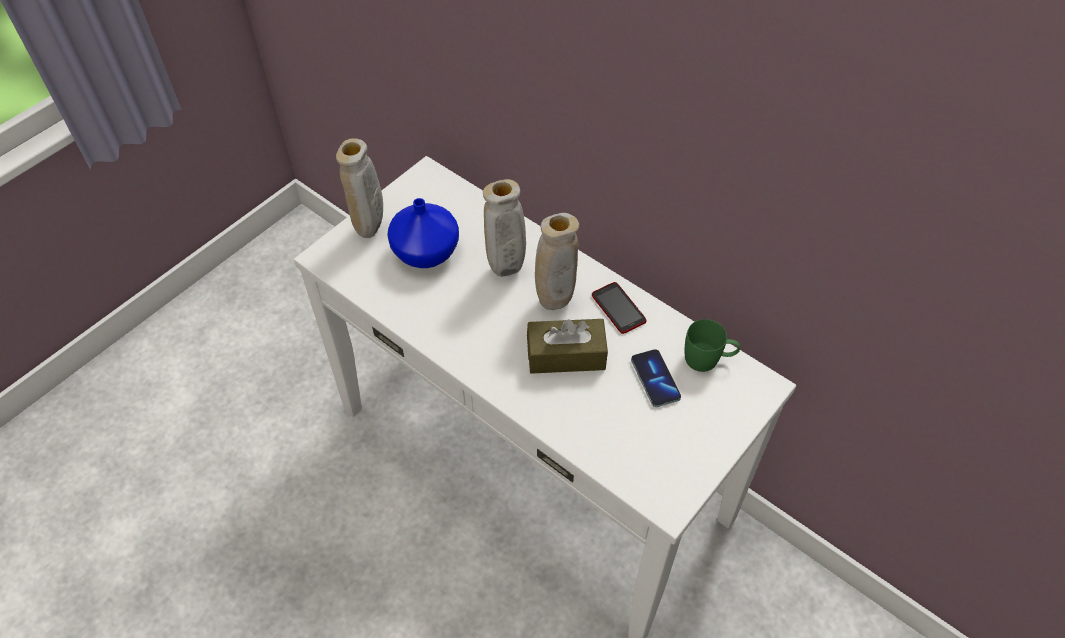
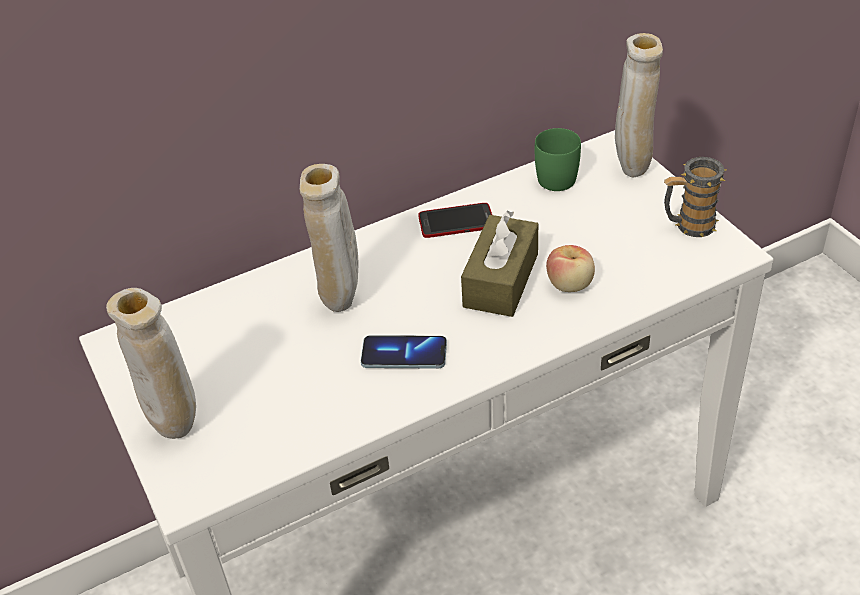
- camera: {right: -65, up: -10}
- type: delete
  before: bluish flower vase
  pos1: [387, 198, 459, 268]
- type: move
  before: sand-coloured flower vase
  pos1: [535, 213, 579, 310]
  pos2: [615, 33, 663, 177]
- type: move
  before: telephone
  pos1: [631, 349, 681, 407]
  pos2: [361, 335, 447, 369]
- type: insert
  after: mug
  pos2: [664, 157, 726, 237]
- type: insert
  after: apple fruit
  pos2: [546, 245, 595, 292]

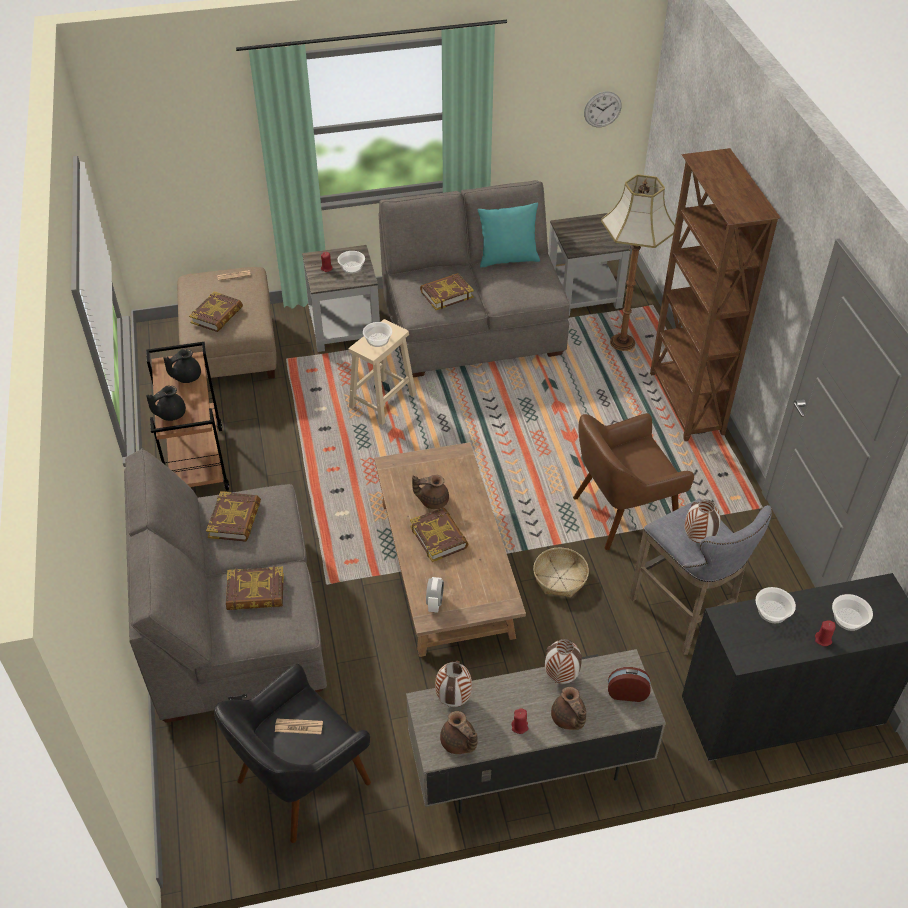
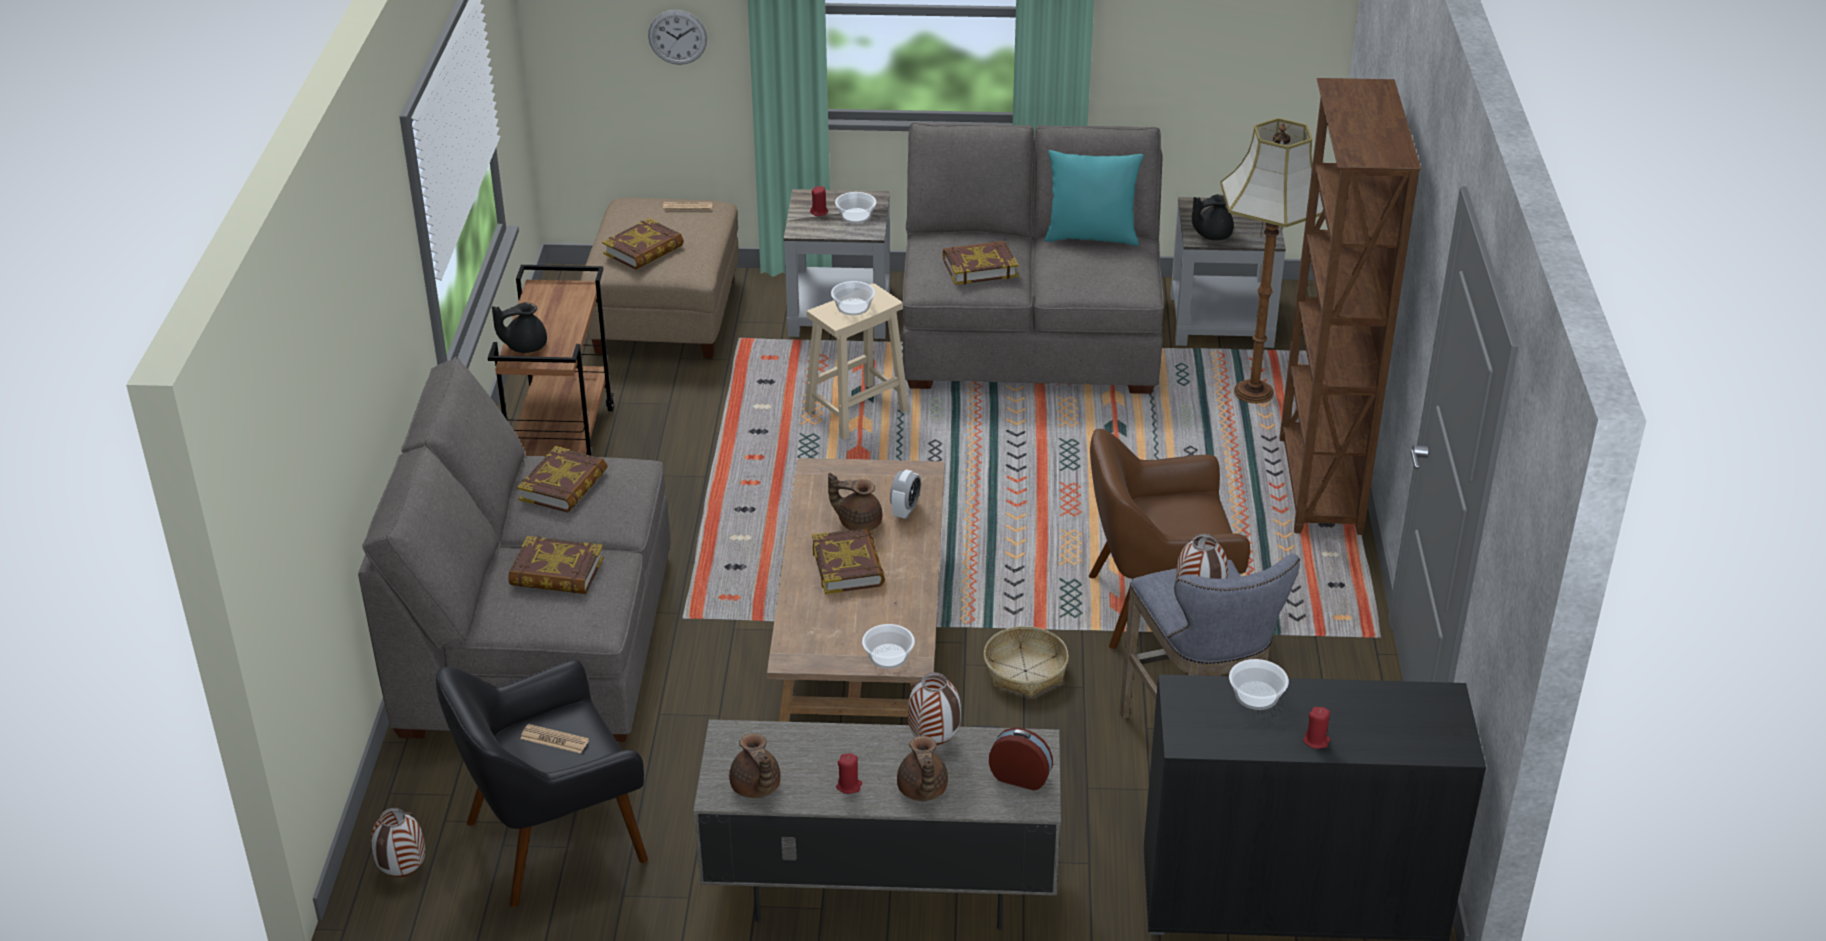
- camera: {right: 15, up: -10}
- type: move
  before: clock on the wall
  pos1: [584, 91, 622, 127]
  pos2: [648, 10, 707, 65]
- type: move
  before: blackish pot for tea
  pos1: [163, 349, 201, 383]
  pos2: [1192, 194, 1234, 240]
- type: move
  before: table clock
  pos1: [426, 577, 444, 613]
  pos2: [890, 469, 921, 519]
- type: move
  before: bowl
  pos1: [832, 594, 873, 631]
  pos2: [862, 624, 915, 669]
- type: move
  before: flower vase
  pos1: [435, 661, 472, 707]
  pos2: [371, 808, 425, 877]

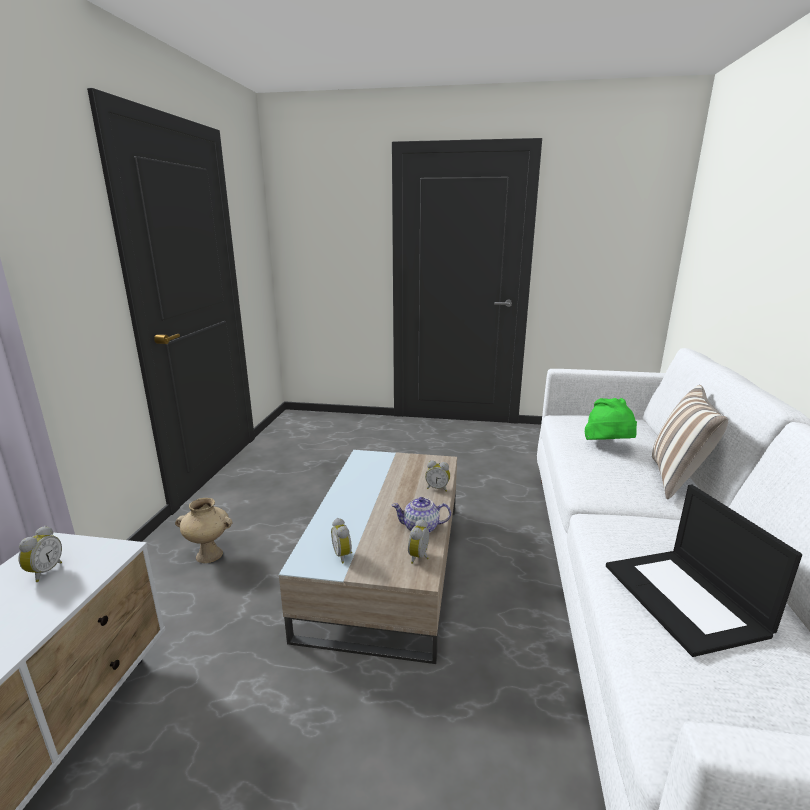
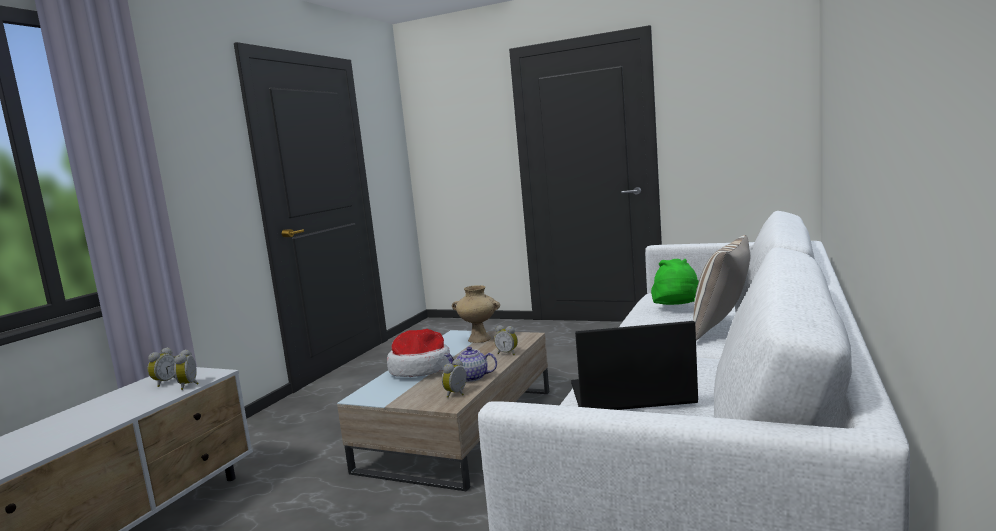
- camera: {right: 15, up: -10}
- type: rotate
  before: portable computer
  pos1: [606, 485, 802, 657]
  pos2: [571, 321, 698, 410]
  turn: 90
- type: move
  before: sand-coloured flower vase
  pos1: [175, 498, 232, 563]
  pos2: [452, 285, 500, 343]
- type: move
  before: table clock
  pos1: [331, 518, 352, 563]
  pos2: [174, 349, 199, 390]
- type: insert
  after: wearable hat
  pos2: [387, 329, 450, 377]

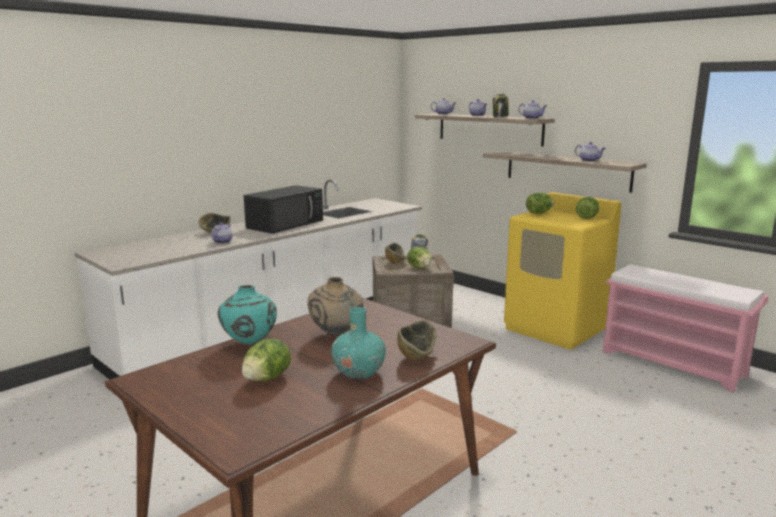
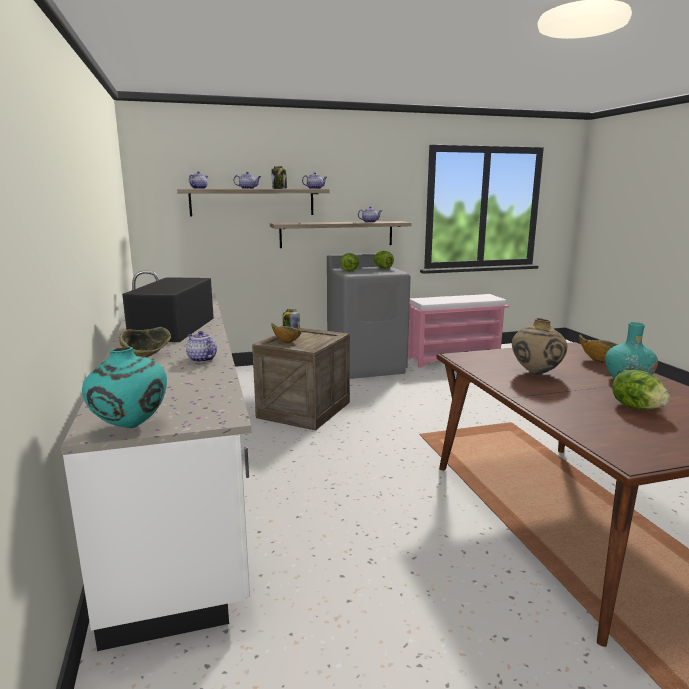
- camera: {right: -60, up: 0}
- type: rotate
  before: blackish microwave
  pos1: [244, 185, 323, 234]
  pos2: [122, 277, 214, 342]
  turn: -150
- type: recolor
  before: yellow-coloured washing machine
  after: gray washing machine
  pos1: [504, 192, 622, 350]
  pos2: [327, 253, 411, 379]
- type: delete
  before: head of lettuce
  pos1: [407, 247, 431, 269]
- type: move
  before: turquoise flower vase
  pos1: [217, 285, 277, 345]
  pos2: [82, 347, 167, 428]

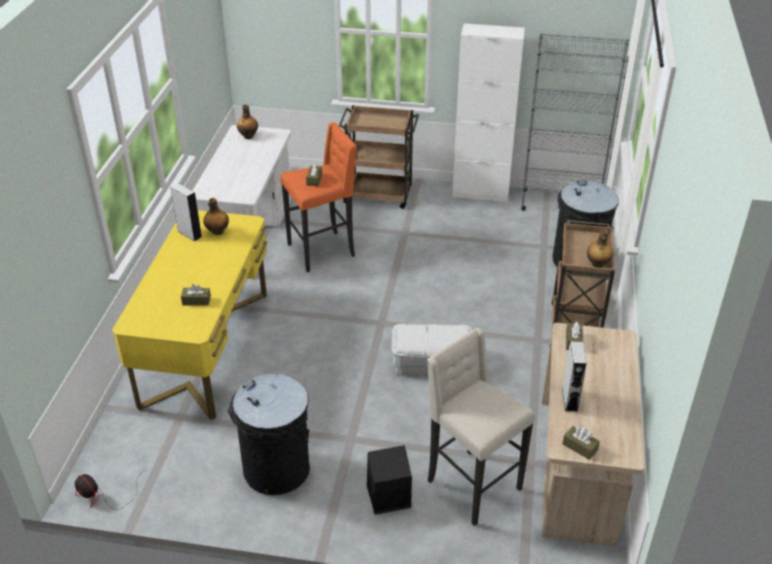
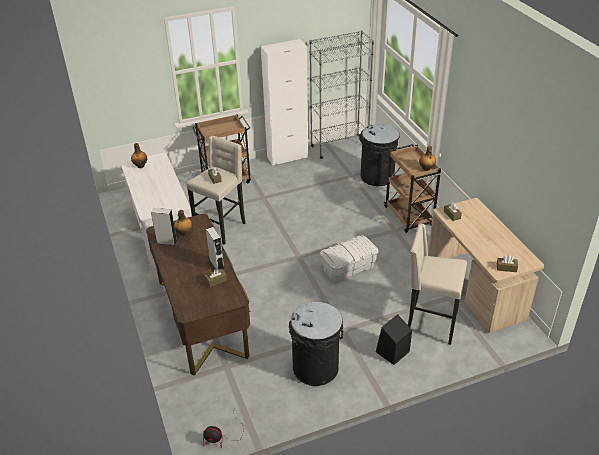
- camera: {right: -30, up: 0}
- type: recolor
  before: orangey stool
  after: sand-coloured stool
  pos1: [281, 122, 357, 272]
  pos2: [187, 136, 246, 245]
- type: recolor
  before: yellow-coloured desk
  after: brownish desk
  pos1: [112, 210, 267, 420]
  pos2: [146, 214, 250, 376]
- type: move
  before: gray audio speaker
  pos1: [562, 341, 587, 412]
  pos2: [206, 227, 225, 270]

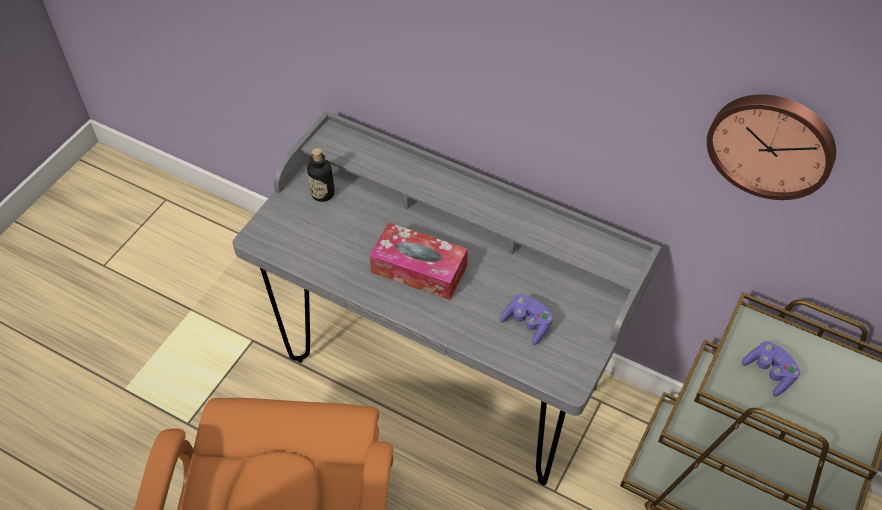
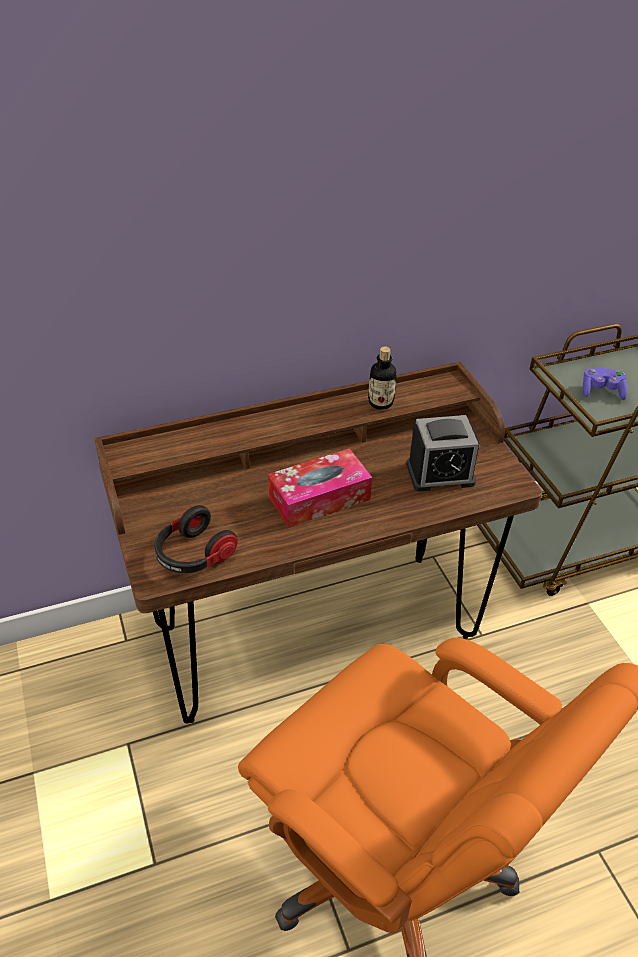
- camera: {right: -50, up: -10}
- type: delete
  before: clock on the wall
  pos1: [707, 94, 836, 200]
- type: recolor
  before: gray desk
  after: brownish desk
  pos1: [232, 110, 661, 485]
  pos2: [94, 361, 542, 724]
- type: move
  before: beverage bottle
  pos1: [307, 148, 335, 202]
  pos2: [368, 347, 397, 410]
- type: replace
  before: purple-coloured joypad
  after: table clock
  pos1: [500, 294, 553, 345]
  pos2: [406, 415, 480, 492]
- type: insert
  after: pair of headphones
  pos2: [155, 505, 238, 573]

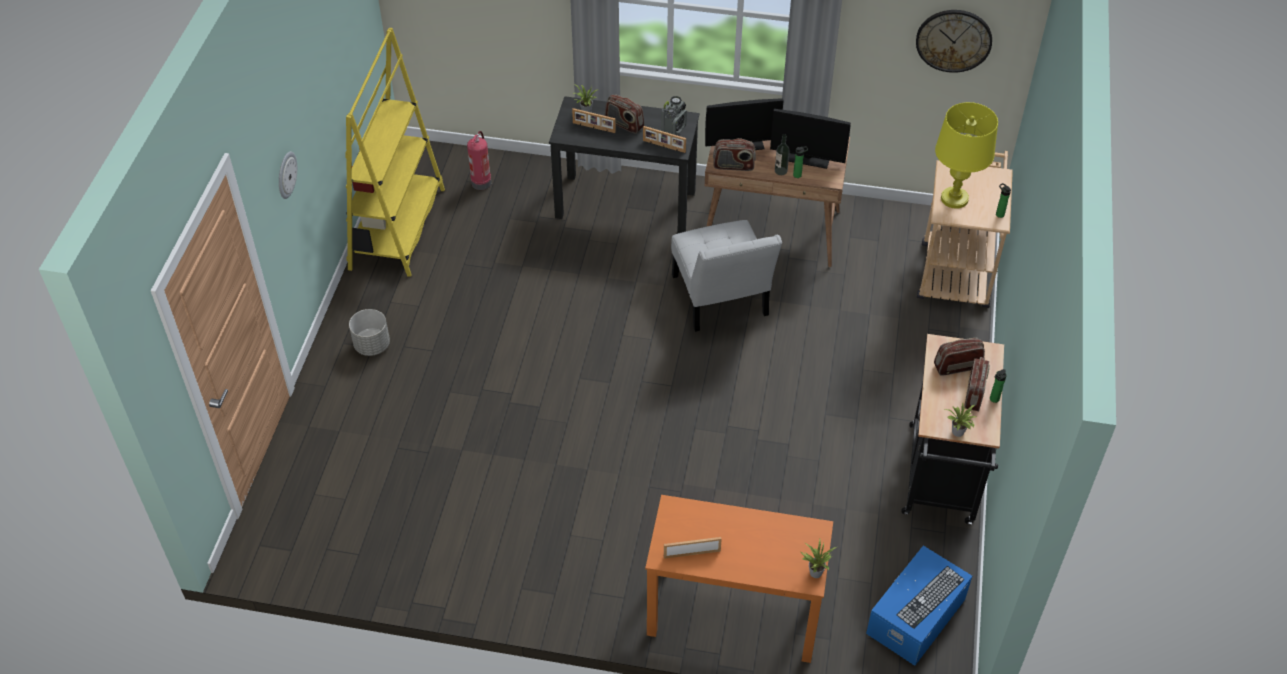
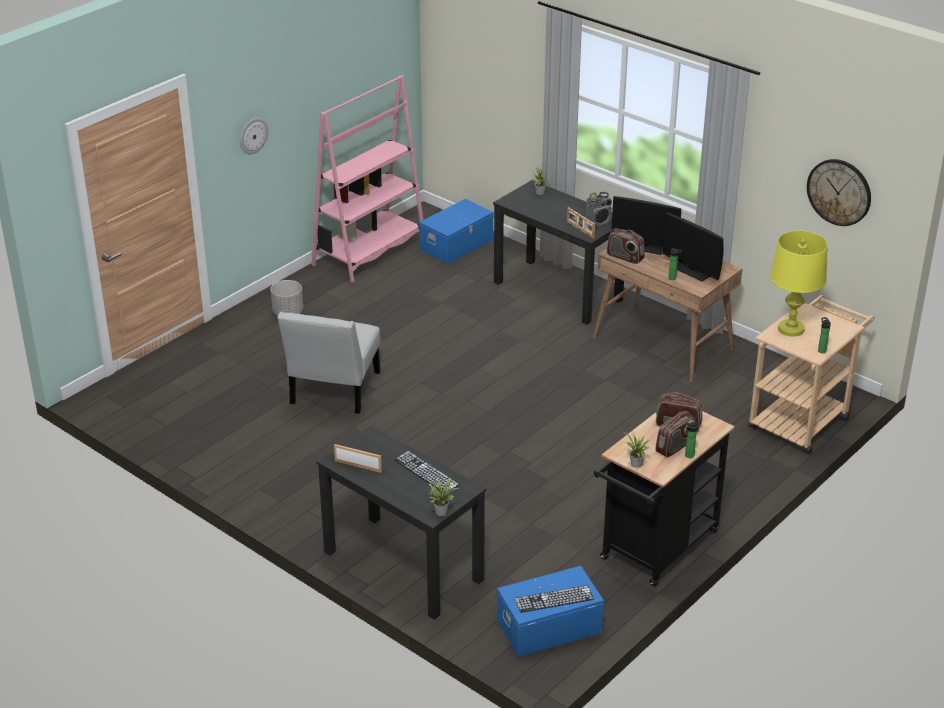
- camera: {right: 30, up: -15}
- type: recolor
  before: yellow-coloured bookshelf
  after: pink bookshelf
  pos1: [345, 28, 445, 276]
  pos2: [311, 75, 423, 283]
- type: delete
  before: radio set
  pos1: [605, 94, 644, 134]
- type: delete
  before: photo frame
  pos1: [572, 108, 616, 133]
- type: replace
  before: fire extinguisher
  after: bluish storage box
  pos1: [467, 131, 491, 190]
  pos2: [419, 199, 494, 264]
- type: delete
  before: beverage bottle
  pos1: [775, 134, 789, 175]
- type: move
  before: white-coloured chair
  pos1: [671, 220, 782, 332]
  pos2: [277, 311, 380, 414]
- type: recolor
  before: orangey desk
  after: blackish desk
  pos1: [645, 495, 833, 663]
  pos2: [316, 425, 487, 620]
- type: insert
  after: PC keyboard
  pos2: [394, 451, 460, 492]

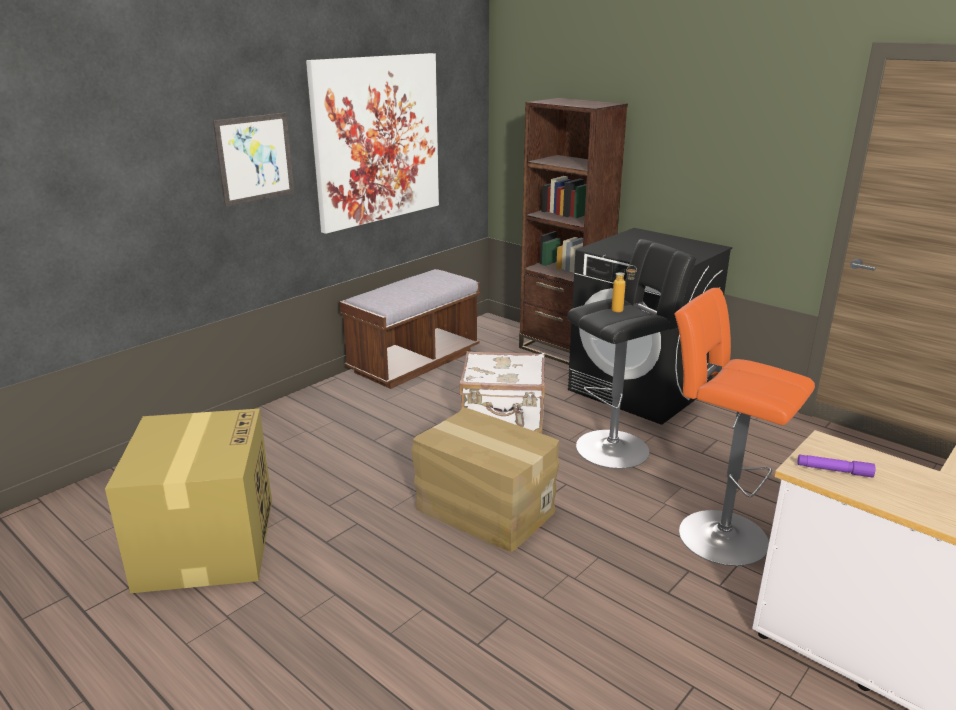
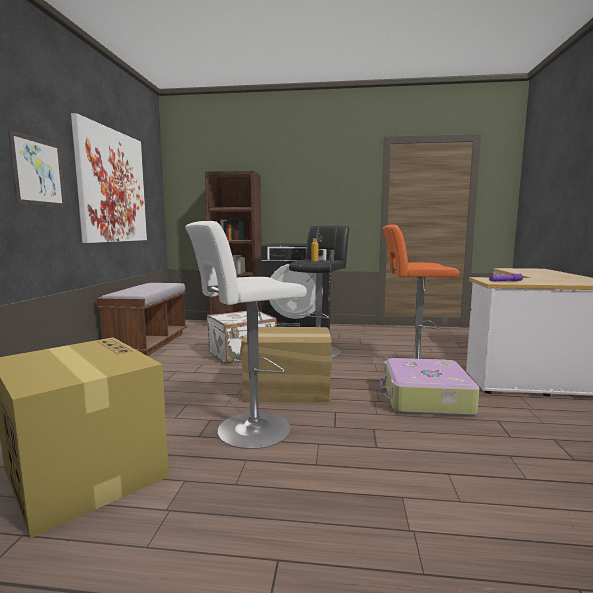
- camera: {right: -35, up: -15}
- type: insert
  after: white-coloured stool
  pos2: [185, 221, 307, 449]
- type: insert
  after: travel case
  pos2: [380, 358, 479, 416]

